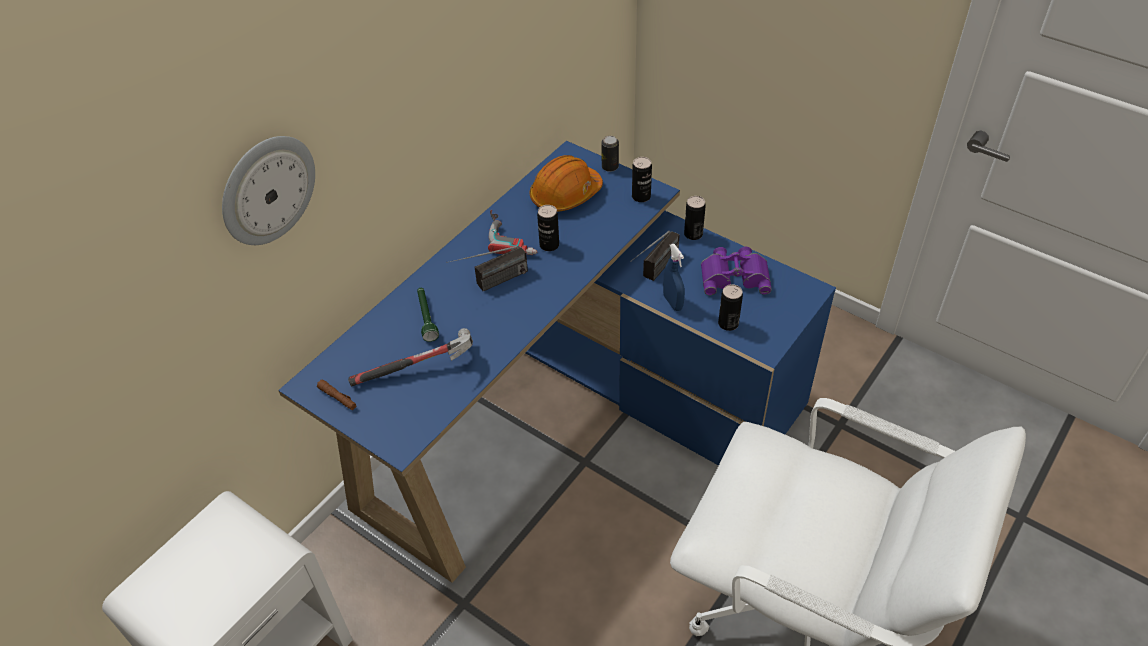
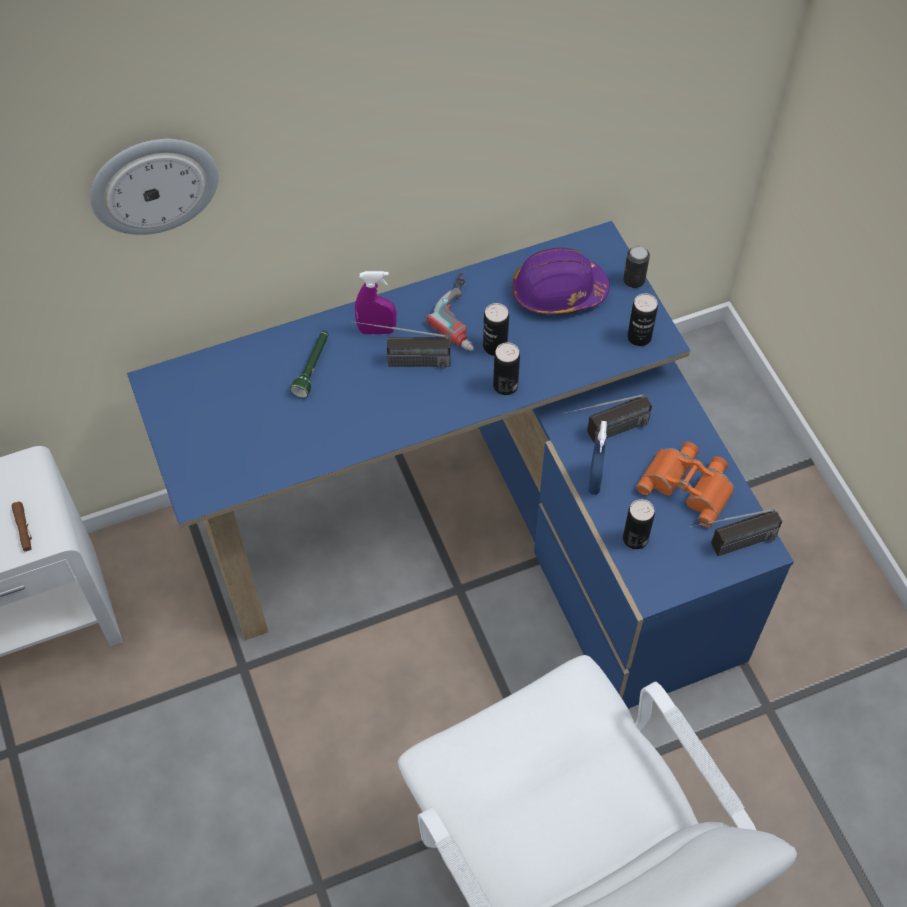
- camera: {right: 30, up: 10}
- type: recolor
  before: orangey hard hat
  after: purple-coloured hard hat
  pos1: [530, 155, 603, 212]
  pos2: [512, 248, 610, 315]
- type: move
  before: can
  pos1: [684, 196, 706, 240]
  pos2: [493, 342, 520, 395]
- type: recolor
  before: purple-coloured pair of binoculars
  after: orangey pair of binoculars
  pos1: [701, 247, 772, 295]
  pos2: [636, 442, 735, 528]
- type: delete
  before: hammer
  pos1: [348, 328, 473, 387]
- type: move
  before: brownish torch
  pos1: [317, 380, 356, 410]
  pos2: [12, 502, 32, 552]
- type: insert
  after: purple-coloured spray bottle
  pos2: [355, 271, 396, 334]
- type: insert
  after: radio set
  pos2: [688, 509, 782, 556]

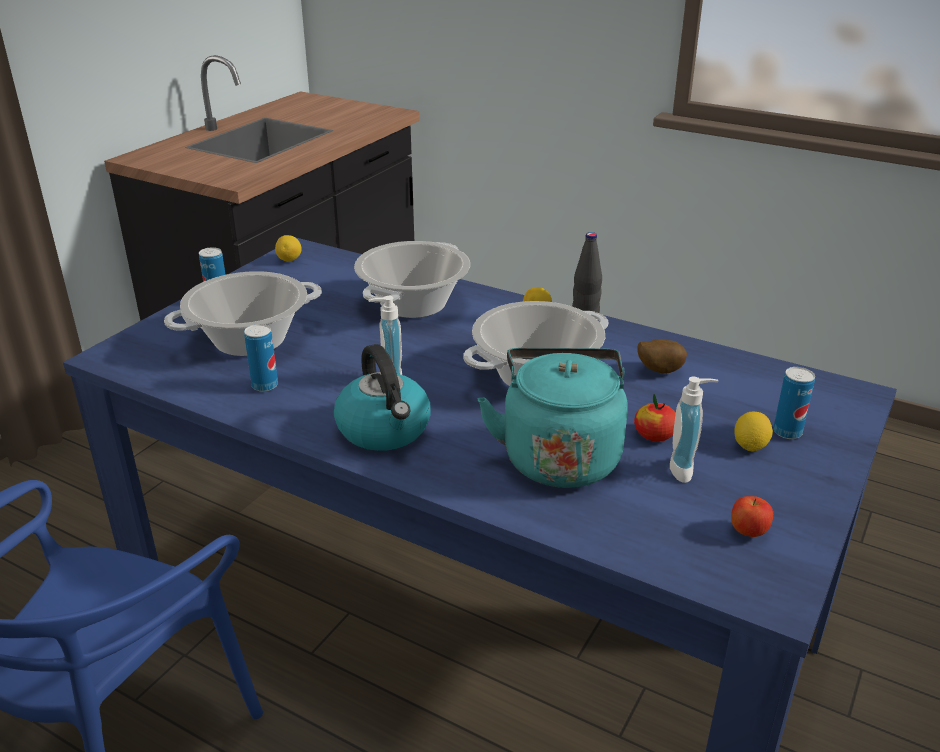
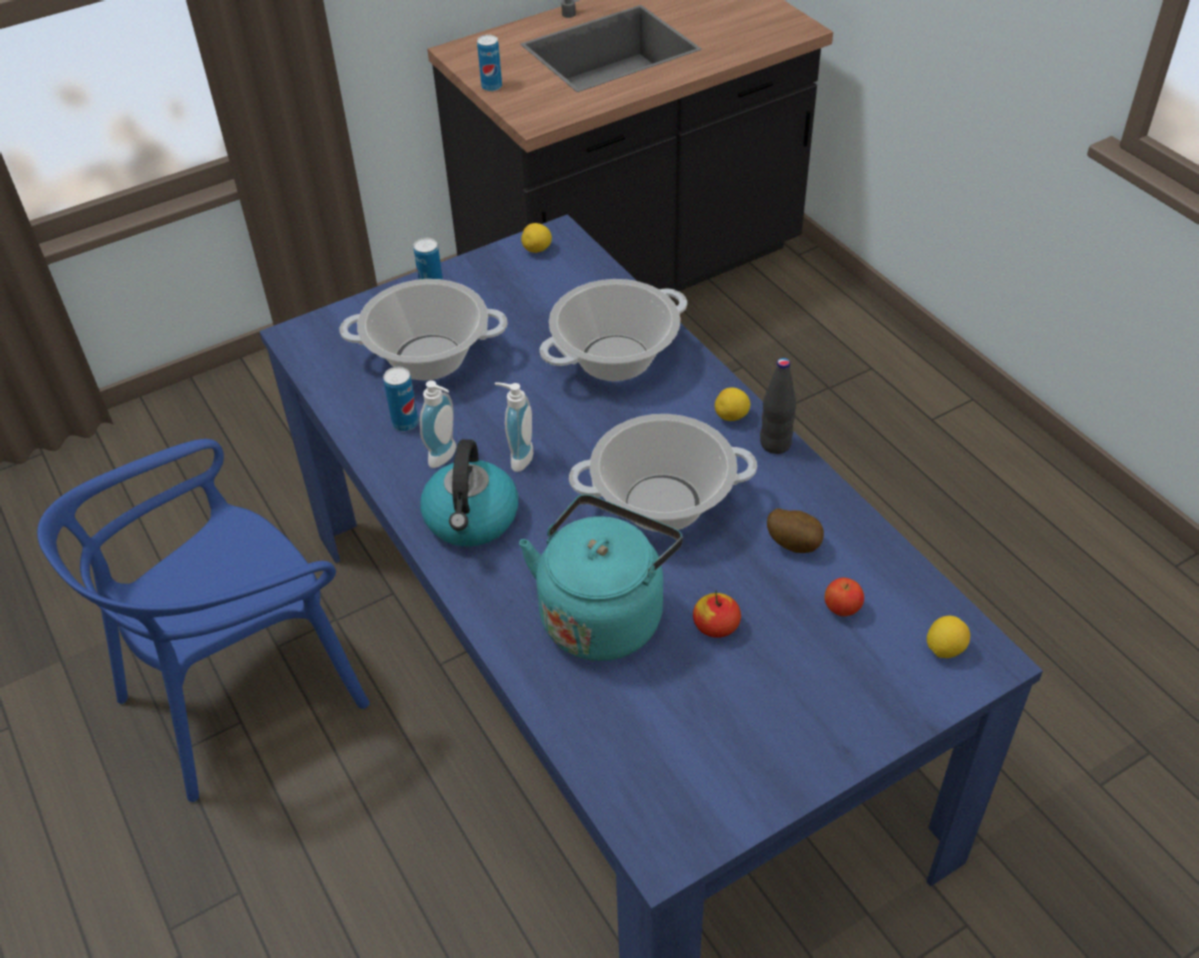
- camera: {right: 30, up: 15}
- type: move
  before: can
  pos1: [773, 367, 815, 439]
  pos2: [477, 35, 502, 92]
- type: move
  before: soap dispenser
  pos1: [670, 376, 718, 483]
  pos2: [420, 380, 457, 468]
- type: move
  before: lemon
  pos1: [734, 412, 773, 452]
  pos2: [927, 616, 970, 658]
- type: move
  before: apple fruit
  pos1: [731, 496, 773, 537]
  pos2: [825, 578, 864, 616]

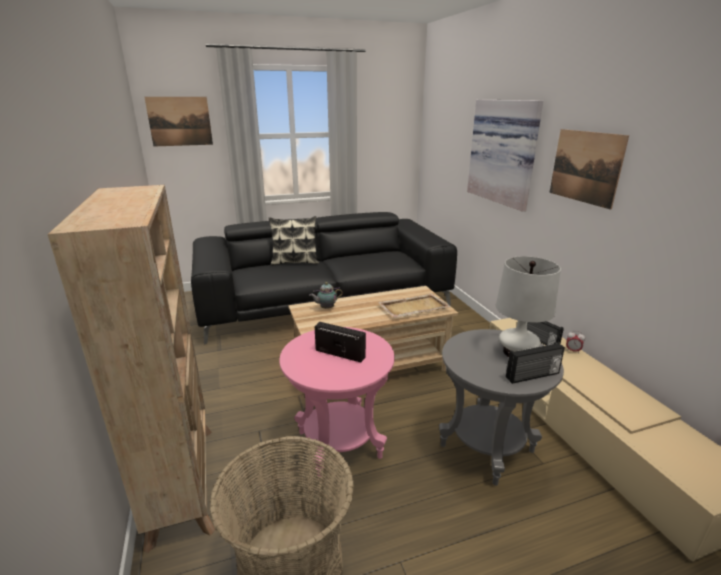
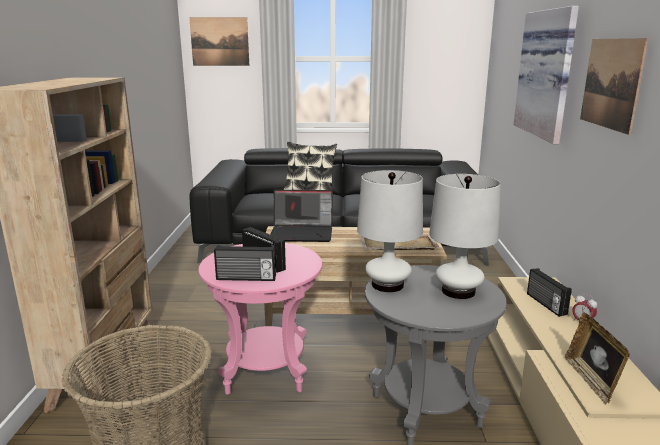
- camera: {right: 20, up: -5}
- type: replace
  before: pot for tea
  after: portable computer
  pos1: [309, 282, 343, 309]
  pos2: [270, 190, 333, 242]
- type: move
  before: radio set
  pos1: [506, 342, 565, 384]
  pos2: [214, 245, 276, 281]
- type: insert
  after: white-coloured tabletop lamp
  pos2: [357, 170, 423, 292]
- type: insert
  after: photo frame
  pos2: [565, 312, 630, 405]

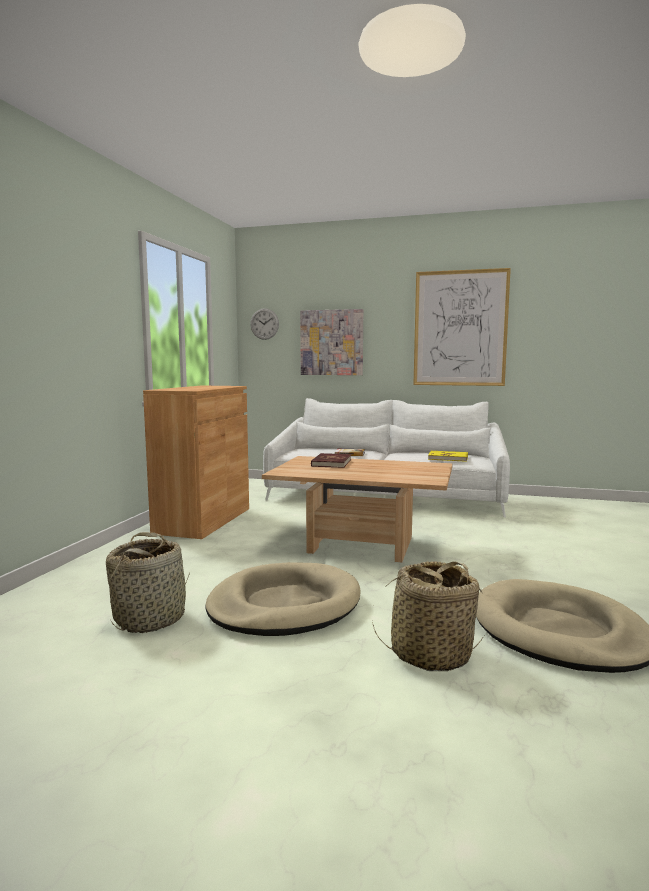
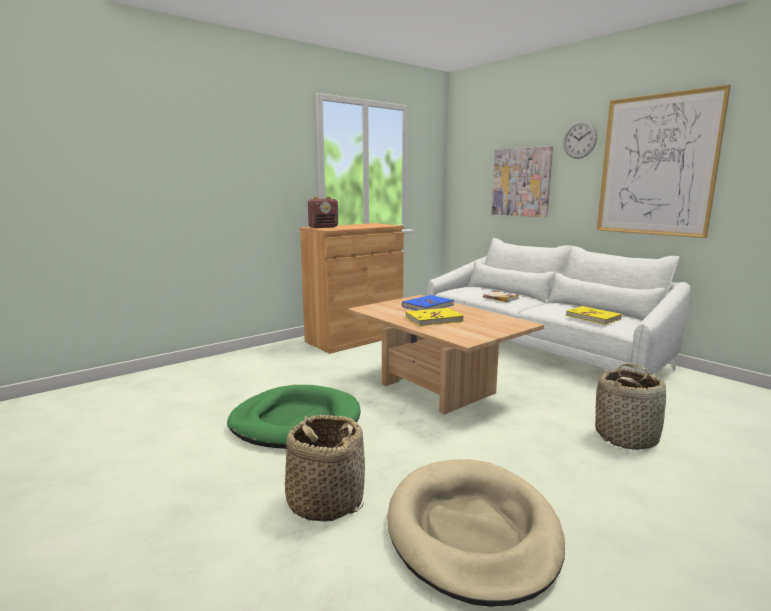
- camera: {right: 35, up: 5}
- type: move
  before: clock on the wall
  pos1: [250, 308, 279, 340]
  pos2: [563, 121, 597, 159]
- type: recolor
  before: red-coloured volume
  after: bluish volume
  pos1: [311, 453, 351, 468]
  pos2: [402, 295, 454, 310]
- type: move
  before: storage basket
  pos1: [106, 532, 190, 633]
  pos2: [595, 363, 666, 450]
- type: recolor
  before: sand-coloured dog cushion
  after: greenish dog cushion
  pos1: [205, 562, 361, 636]
  pos2: [227, 385, 361, 449]
- type: insert
  after: radio set
  pos2: [308, 196, 338, 228]
- type: insert
  after: yellow-coloured volume
  pos2: [406, 308, 464, 326]

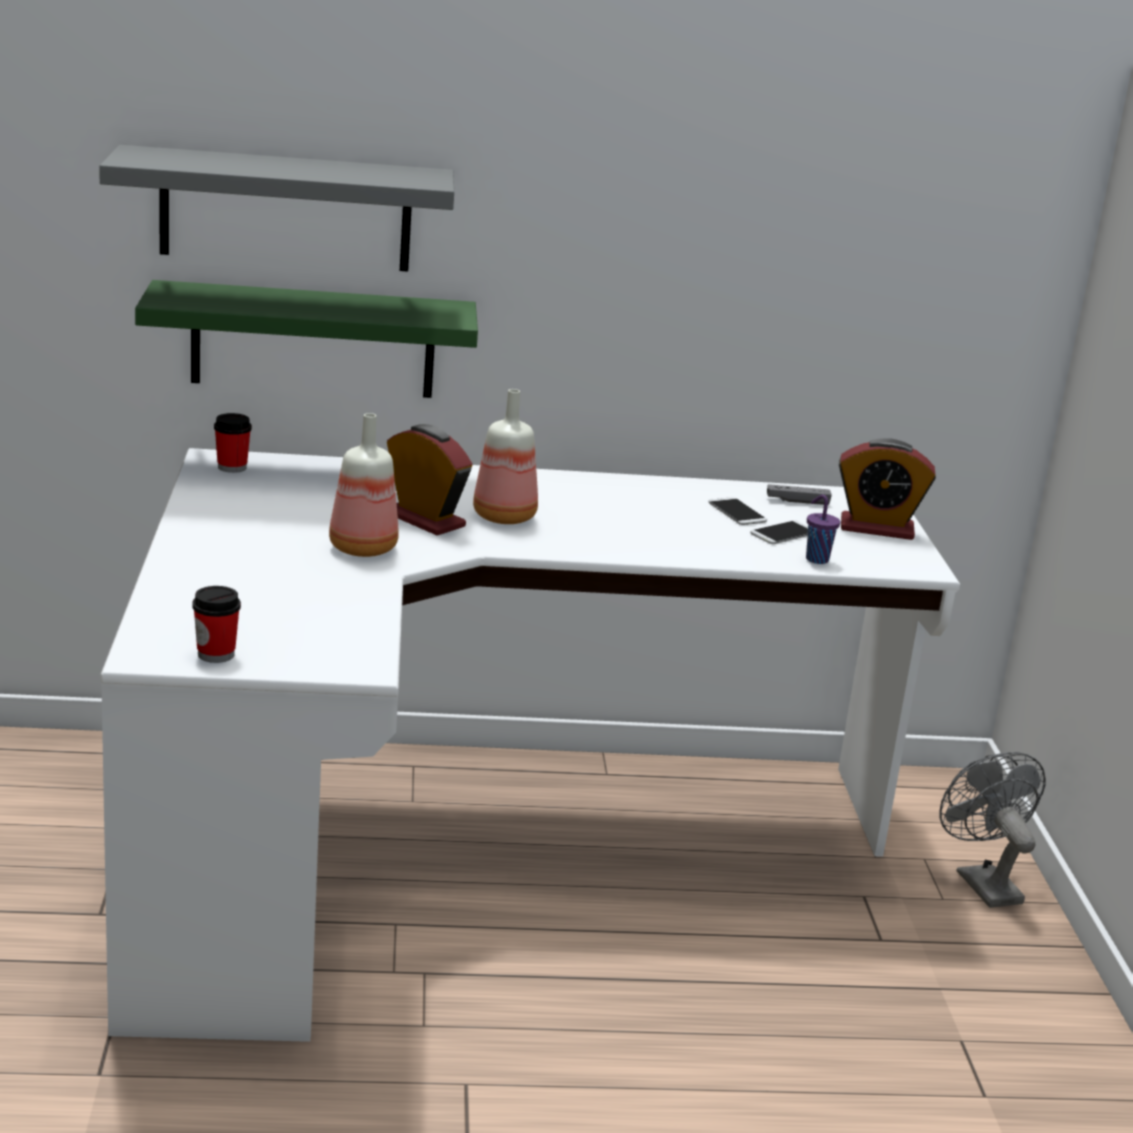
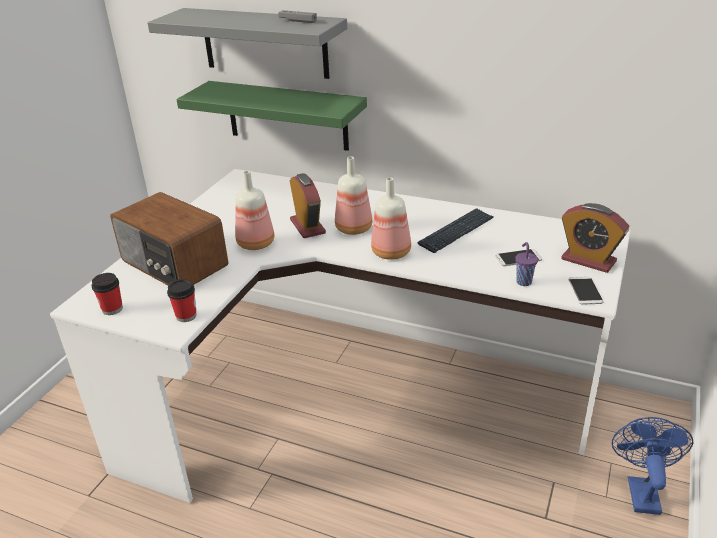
- camera: {right: 30, up: 10}
- type: move
  before: cup
  pos1: [214, 413, 252, 473]
  pos2: [167, 279, 197, 322]
- type: move
  before: gray joypad
  pos1: [767, 484, 832, 505]
  pos2: [278, 10, 317, 23]
- type: move
  before: telephone
  pos1: [708, 497, 767, 525]
  pos2: [569, 277, 603, 305]
- type: recolor
  before: gray fan
  after: bluish fan
  pos1: [940, 752, 1046, 908]
  pos2: [611, 417, 693, 515]
- type: insert
  after: beverage bottle
  pos2: [371, 177, 411, 260]
- type: insert
  after: radio set
  pos2: [110, 192, 228, 285]
- type: insert
  after: PC keyboard
  pos2: [418, 208, 494, 253]

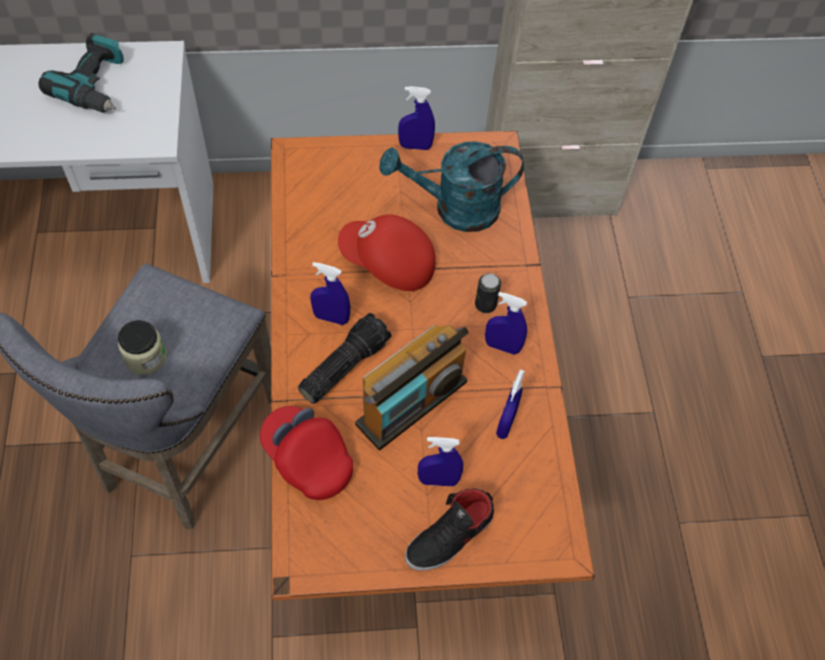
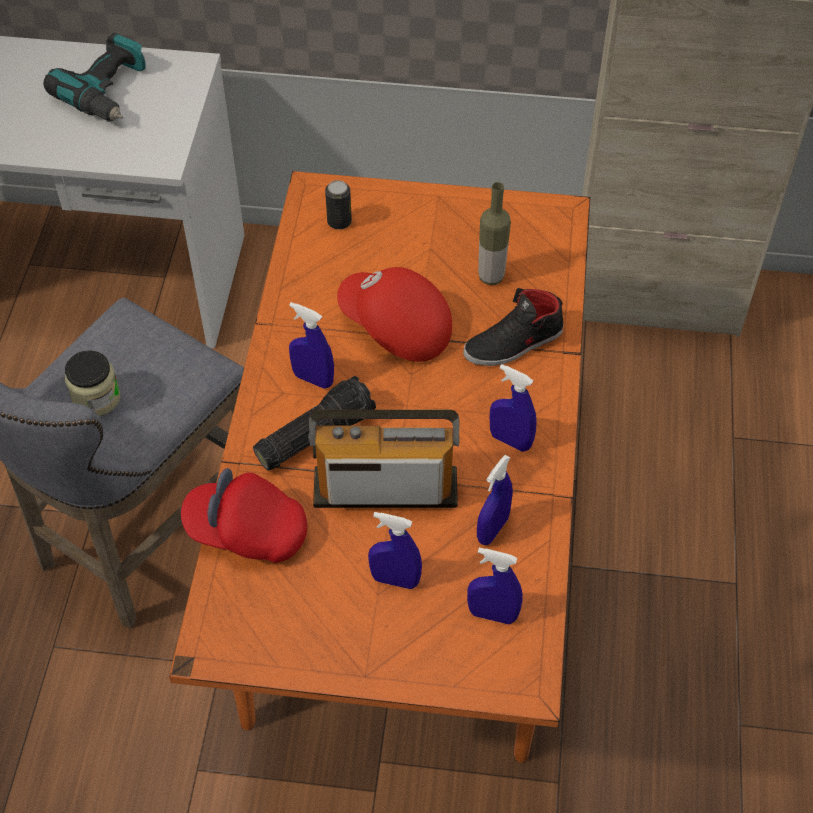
- camera: {right: 15, up: -5}
- type: move
  before: bluish spray bottle
  pos1: [398, 86, 435, 150]
  pos2: [467, 547, 523, 624]
- type: replace
  before: turquoise watering can
  after: beverage bottle
  pos1: [379, 141, 524, 232]
  pos2: [478, 182, 511, 285]
- type: move
  before: can
  pos1: [475, 273, 501, 313]
  pos2: [325, 180, 352, 229]
- type: rotate
  before: radio set
  pos1: [355, 325, 469, 450]
  pos2: [308, 410, 460, 508]
  turn: -150
- type: rotate
  before: red-coloured baseball cap
  pos1: [260, 406, 353, 500]
  pos2: [181, 468, 307, 563]
  turn: -45
- type: move
  before: blackish shoe
  pos1: [405, 488, 494, 571]
  pos2: [463, 288, 563, 366]

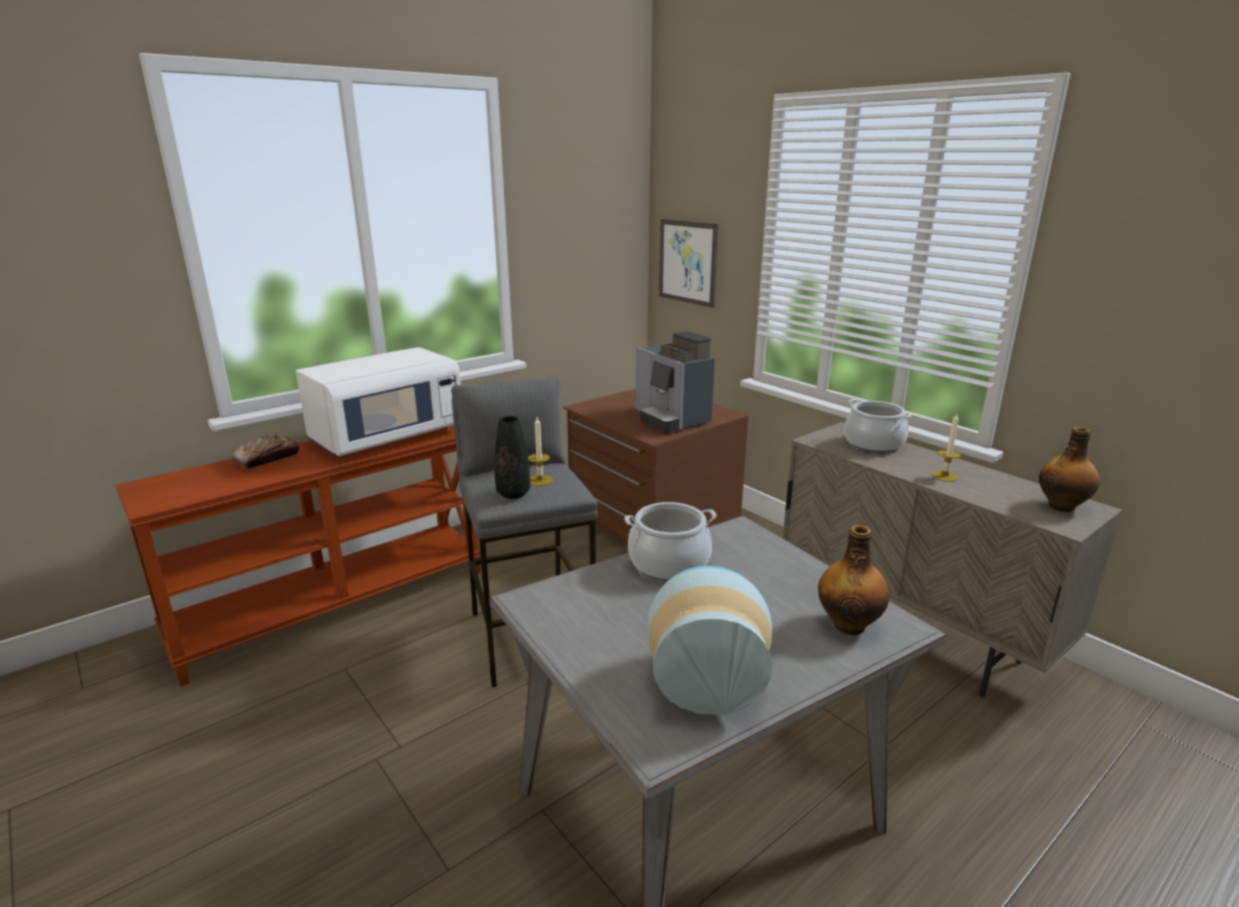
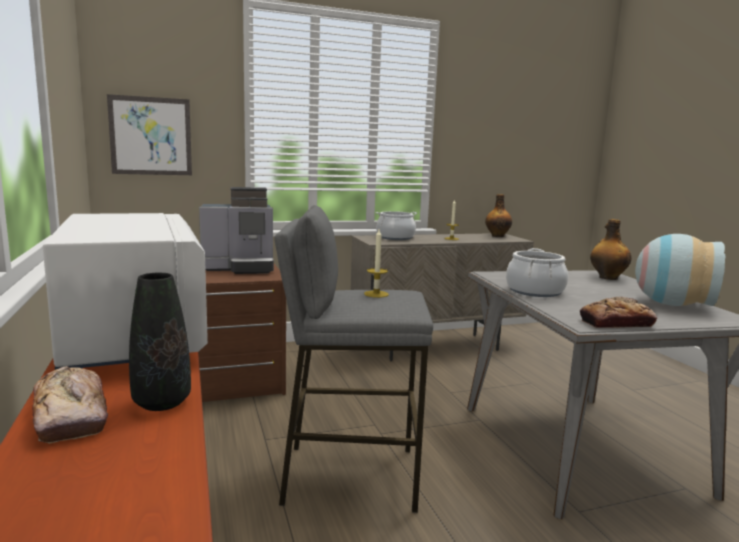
- camera: {right: -70, up: -10}
- type: move
  before: blackish flower vase
  pos1: [495, 416, 530, 499]
  pos2: [129, 273, 191, 411]
- type: insert
  after: bakery bread
  pos2: [580, 297, 657, 328]

